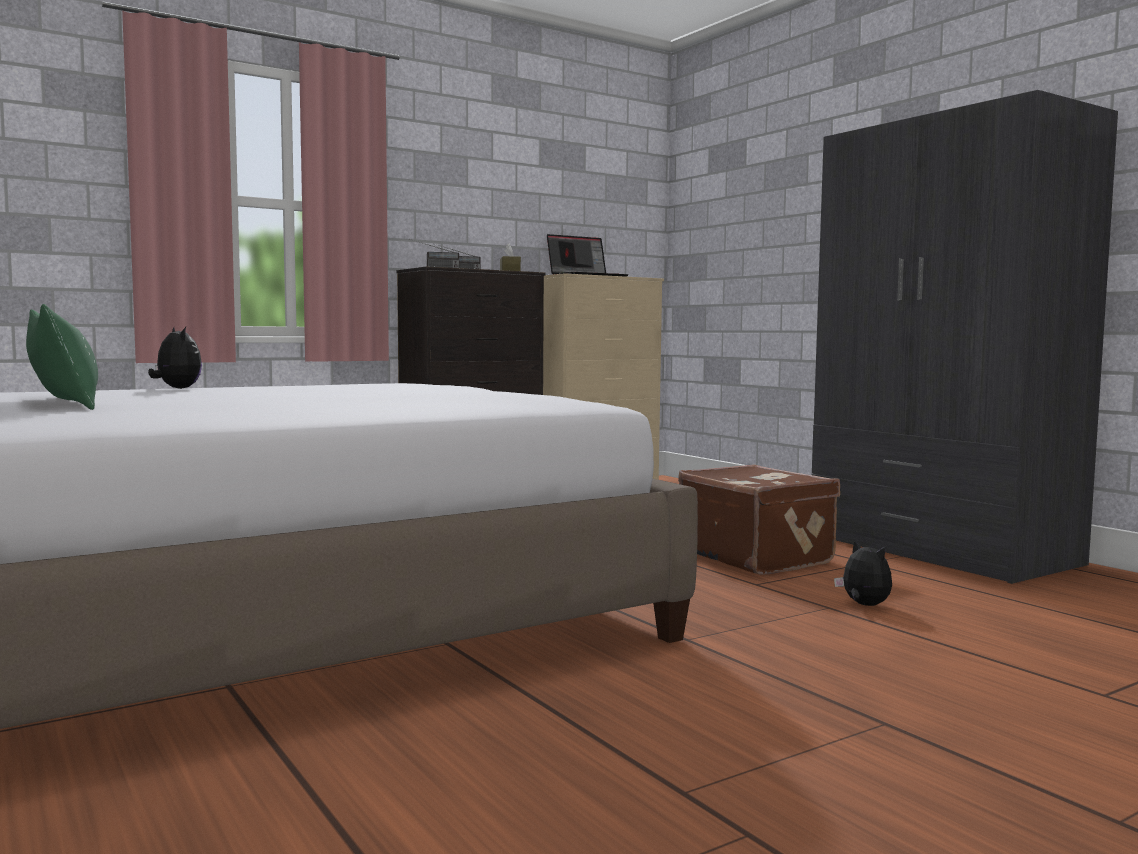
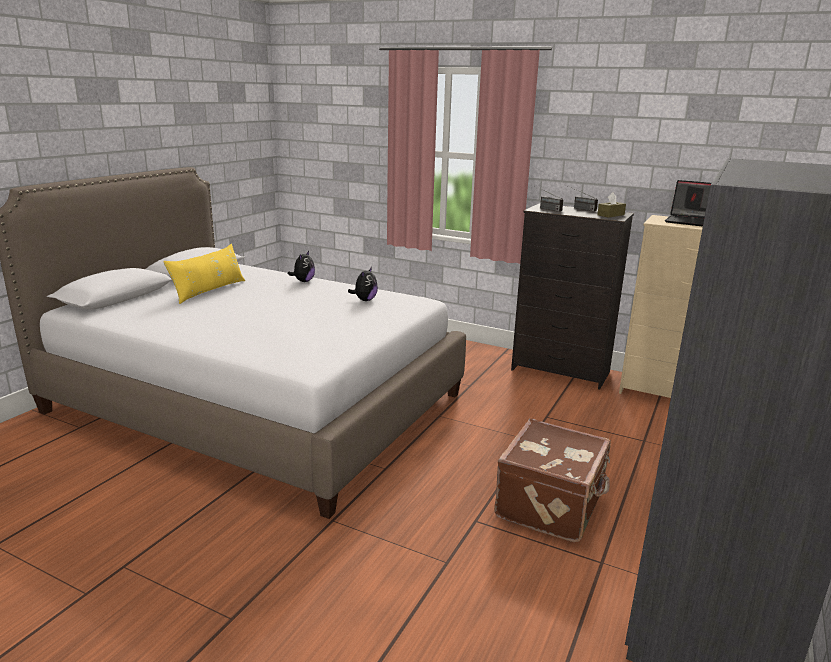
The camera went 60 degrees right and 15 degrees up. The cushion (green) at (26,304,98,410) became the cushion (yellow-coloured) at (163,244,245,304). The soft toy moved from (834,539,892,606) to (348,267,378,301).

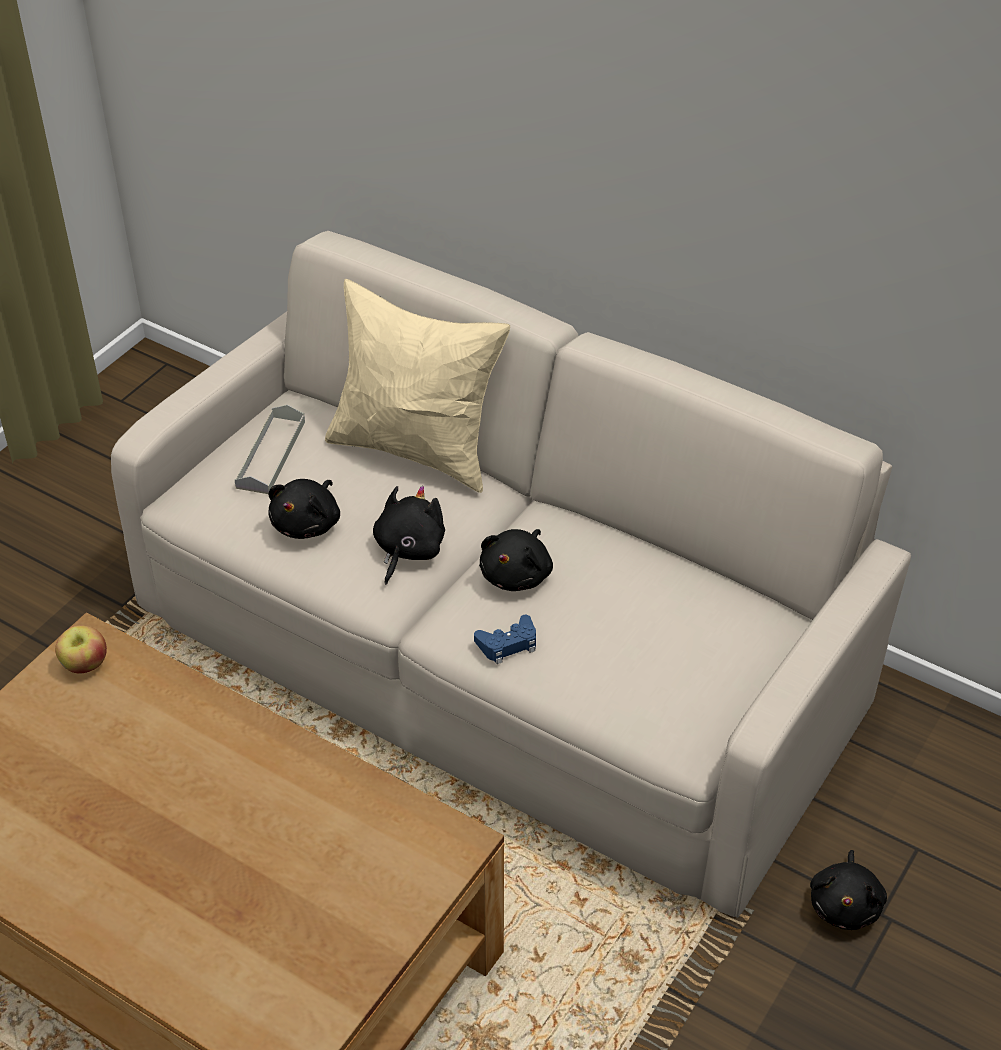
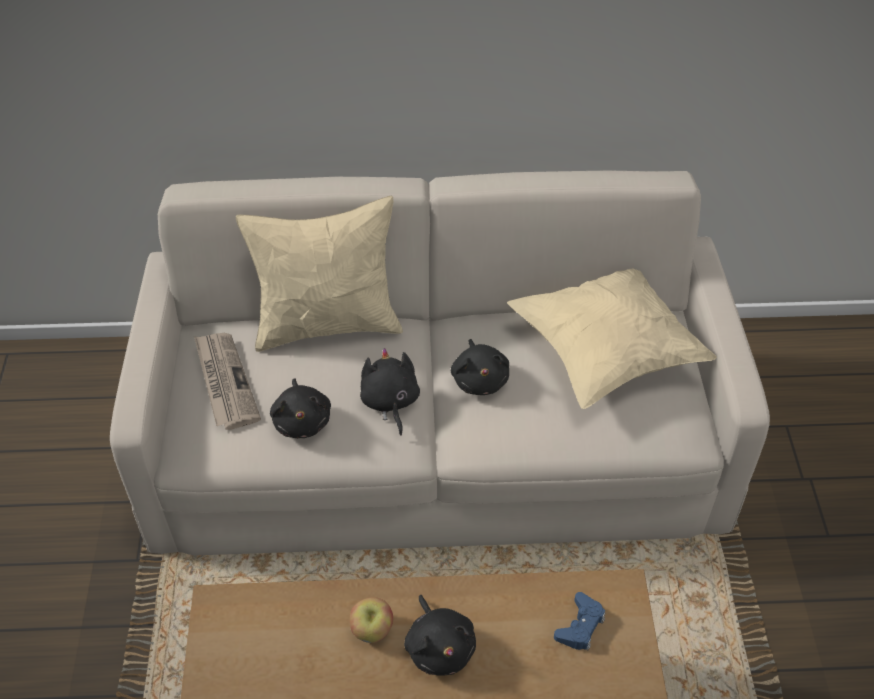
The camera went 35 degrees left and 5 degrees up. The tray (gray) at (235,405,305,494) was replaced by the newspaper at (194,333,261,430). The apple fruit moved from (55,625,107,673) to (350,597,393,643). The soft toy (black) moved from (810,850,887,930) to (404,595,476,676). The cushion (sand-coloured) at (507,269,717,409) appeared. The game controller (blue) moved from (474,615,536,664) to (554,592,605,650).

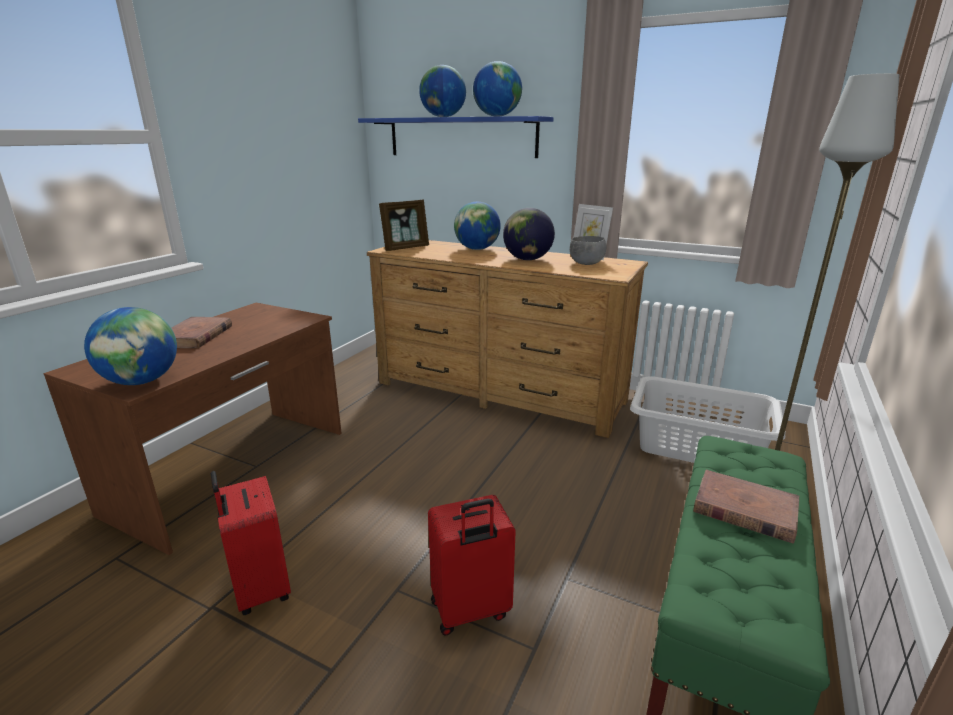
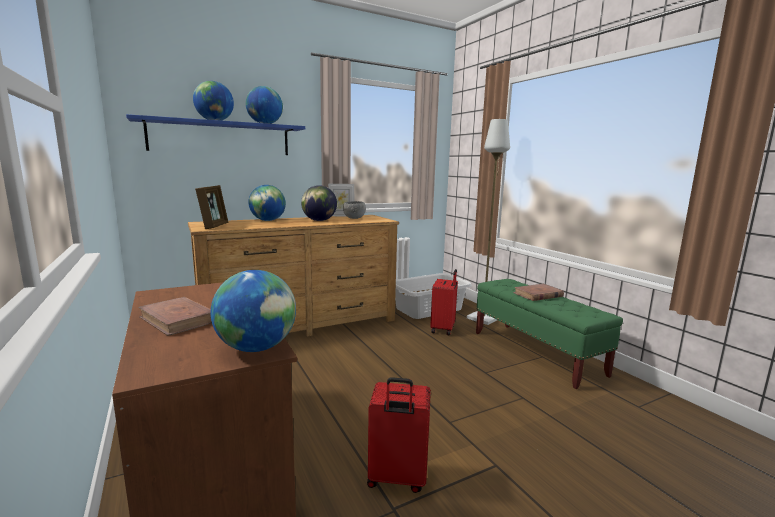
The camera went 55 degrees left and 10 degrees down. The suitcase (red-coloured) moved from (428,495,516,635) to (430,269,458,335).

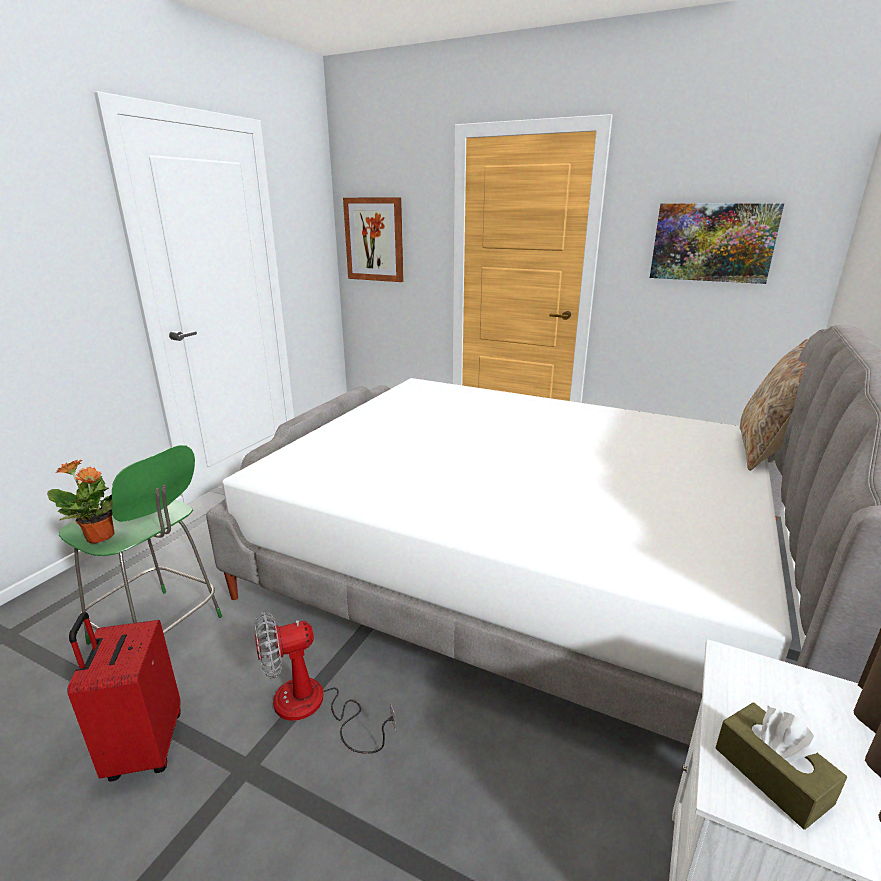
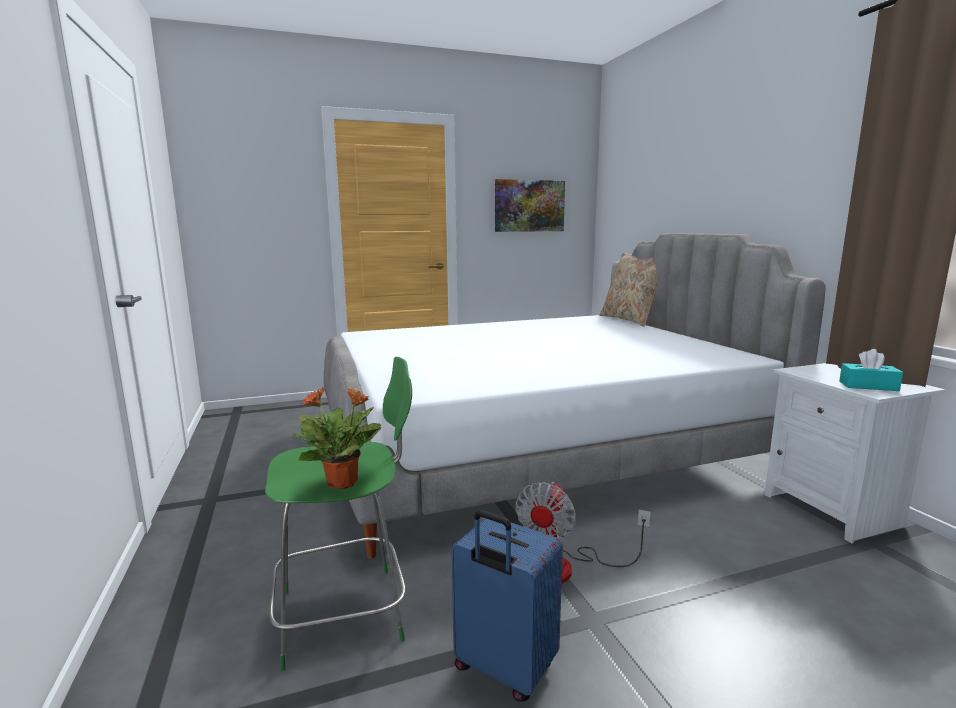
The camera went 45 degrees left and 10 degrees down. The suitcase (red-coloured) at (67,612,181,782) became the suitcase (blue) at (451,510,563,702). The box of tissues (brown) at (716,703,847,830) became the box of tissues (turquoise-coloured) at (839,349,903,391). The wall art at (343,197,404,282) disappeared.

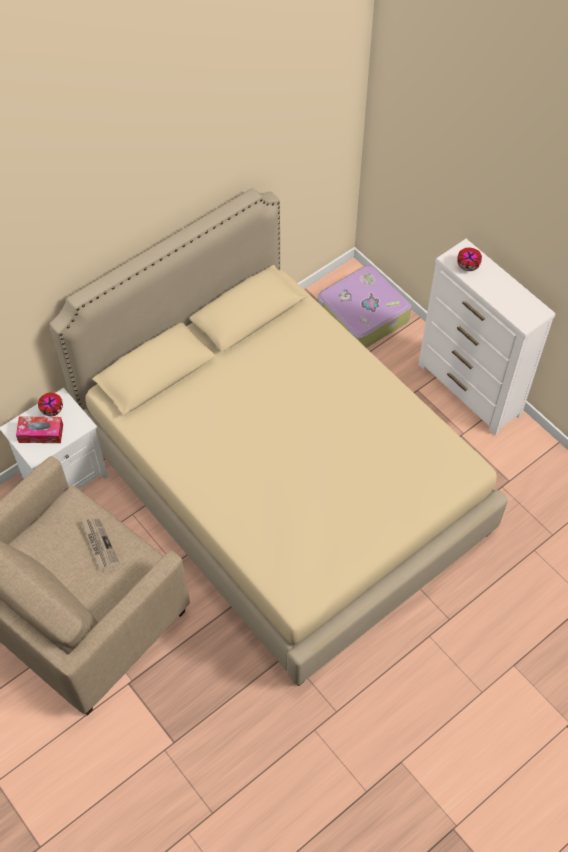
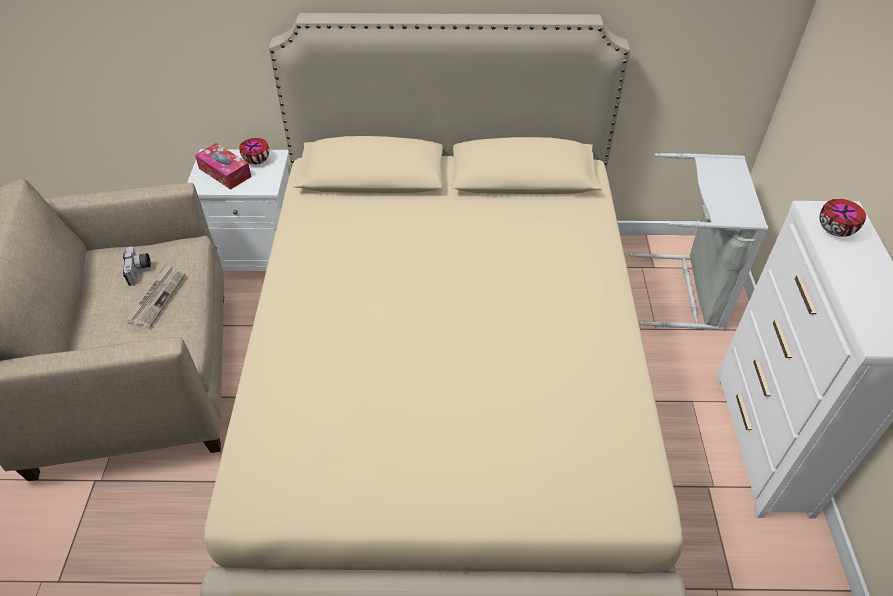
The camera went 40 degrees right and 10 degrees down. The still camera at (123,247,151,286) appeared. The suitcase at (318,265,411,348) was replaced by the laundry basket (gray) at (629,153,768,330).

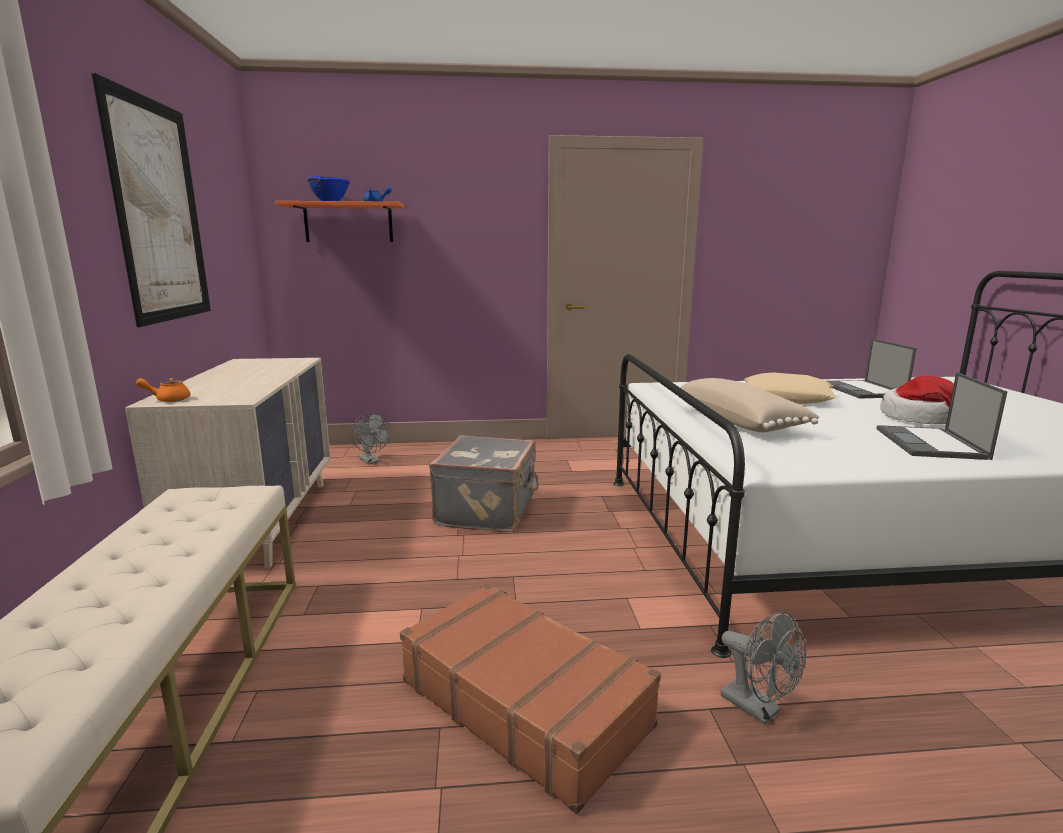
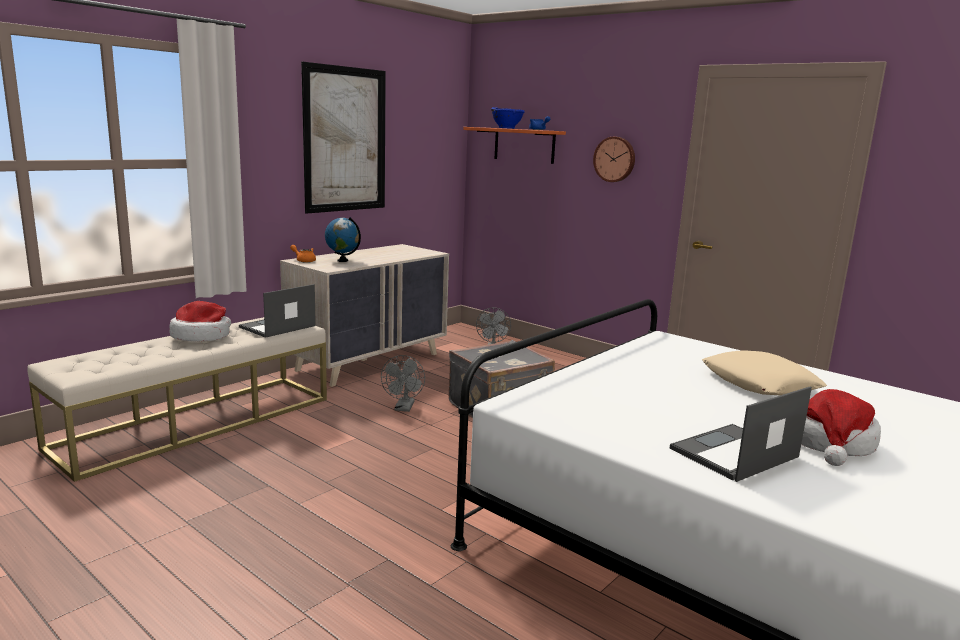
The camera went 45 degrees right and 0 degrees up. The hat at (169,301,231,341) appeared. The laptop moved from (826,338,916,399) to (239,284,316,338). The desk globe at (325,217,361,262) appeared. The fan (gray) moved from (721,611,806,724) to (381,355,425,412). The wall clock at (593,137,635,182) appeared. The suitcase (brown) at (400,583,661,814) disappeared. The cushion (sand-coloured) at (680,378,820,432) disappeared.

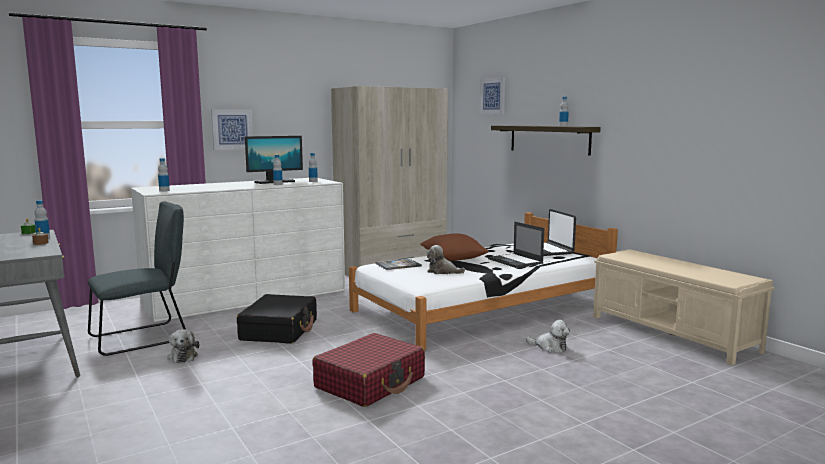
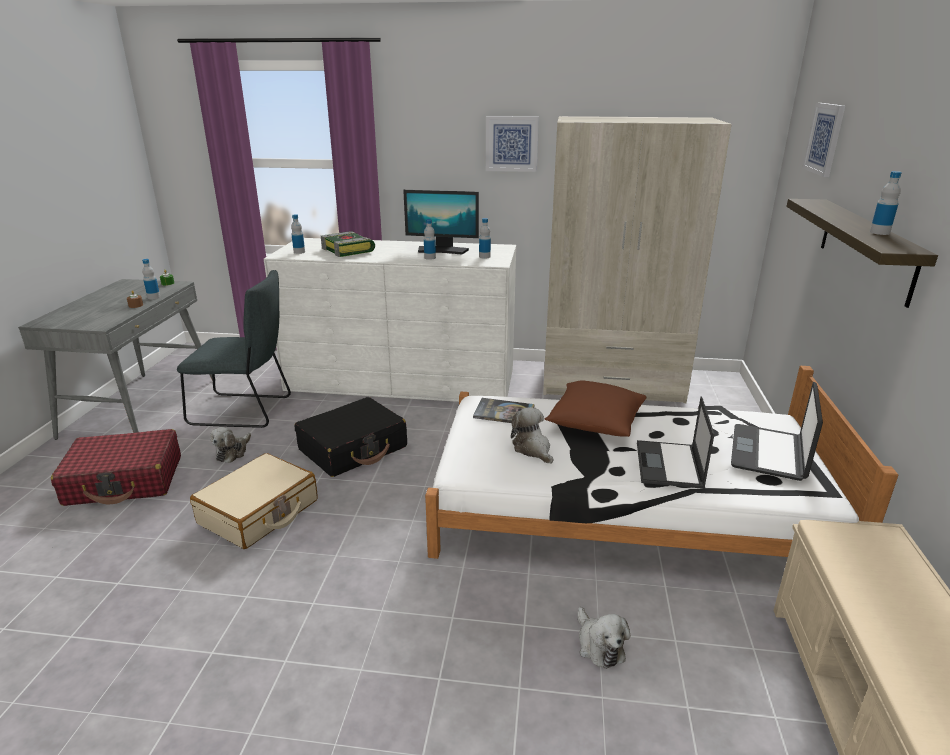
The camera went 40 degrees right and 15 degrees up. The suitcase (red-coloured) moved from (312,333,425,407) to (51,429,181,506). The suitcase (sand-coloured) at (190,453,318,549) appeared. The bound book at (321,231,375,257) appeared. The wall art moved from (211,109,253,150) to (486,116,539,172).

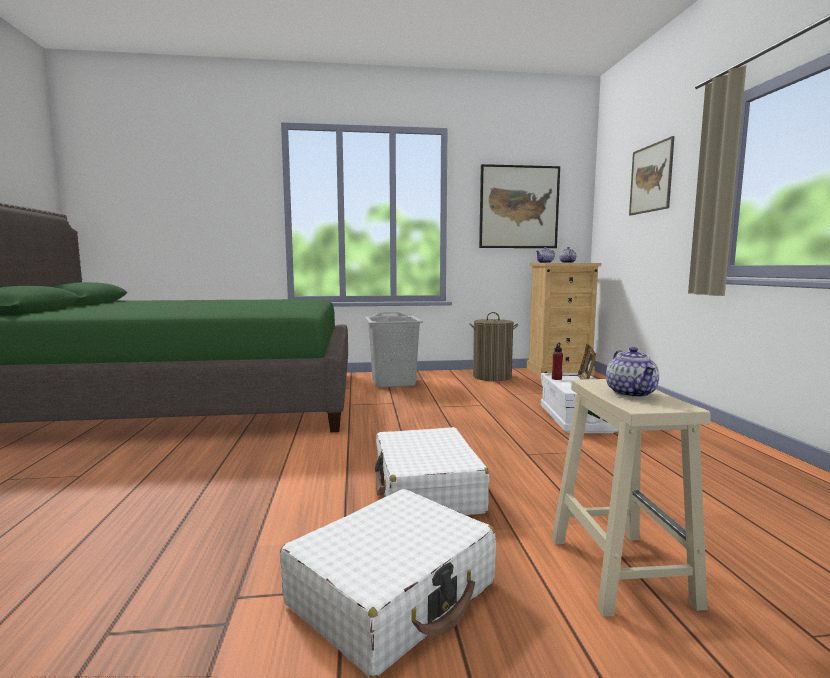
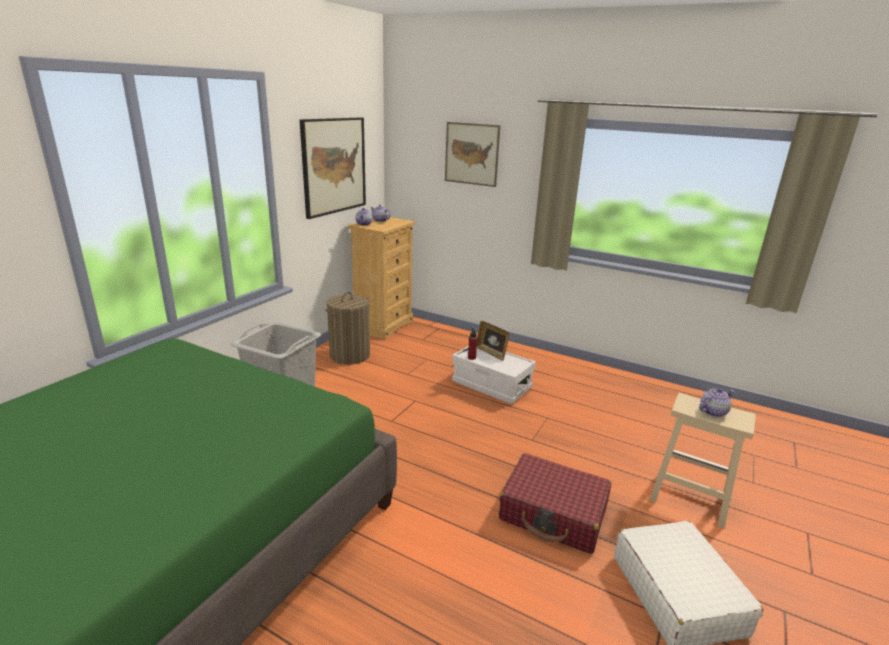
The camera went 55 degrees left and 15 degrees up. The suitcase (whitish) at (375,427,490,515) became the suitcase (red-coloured) at (499,453,612,554). The tea pot at (606,347,659,398) turned 60 degrees counterclockwise.

